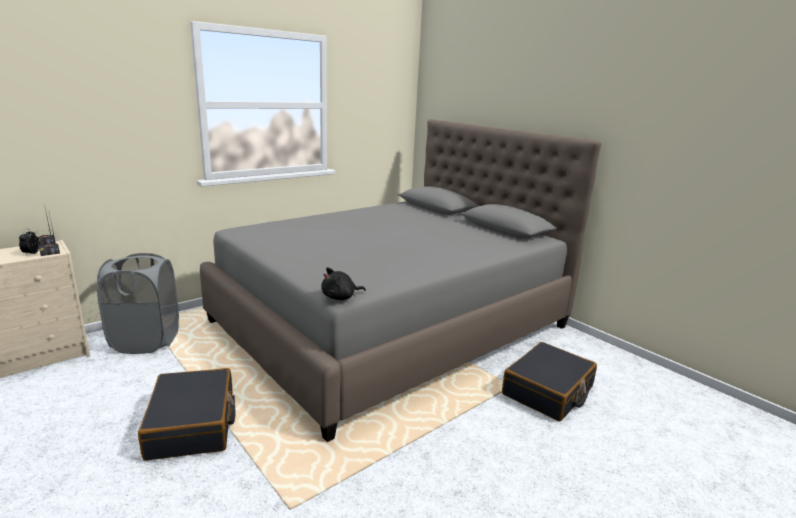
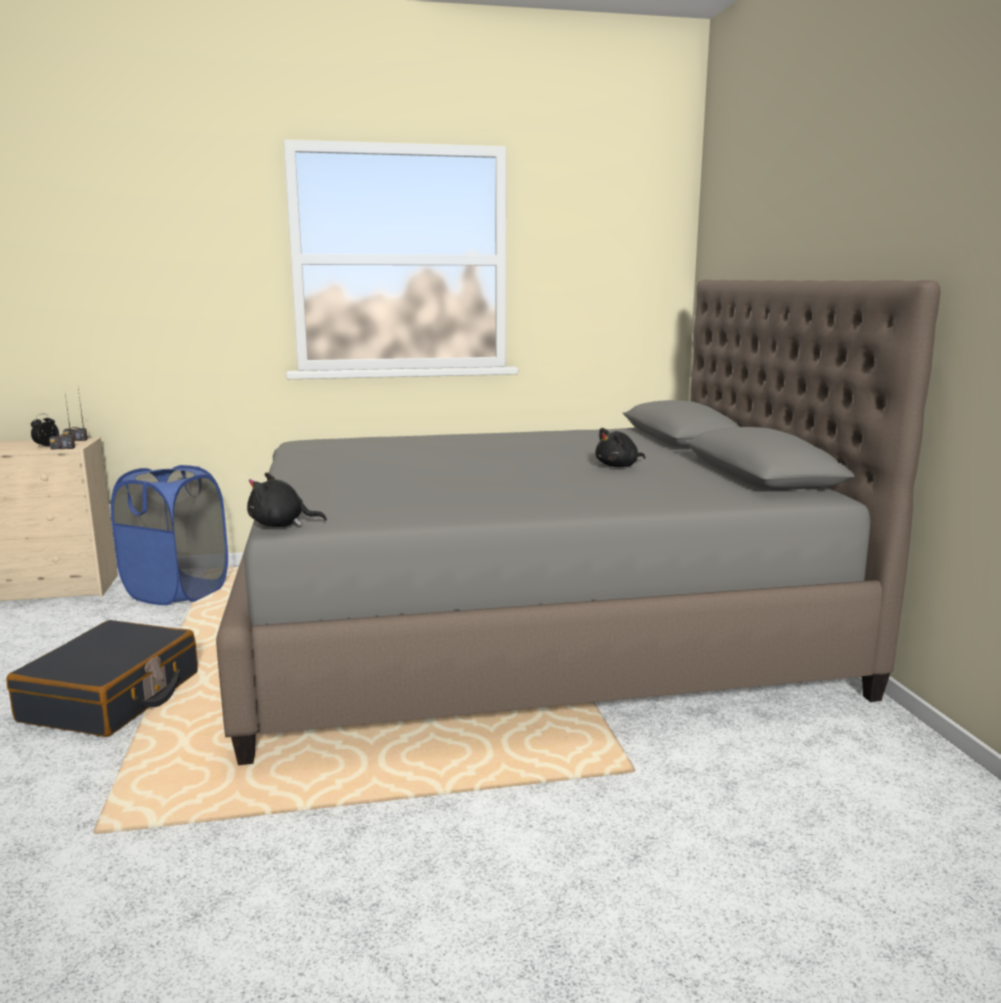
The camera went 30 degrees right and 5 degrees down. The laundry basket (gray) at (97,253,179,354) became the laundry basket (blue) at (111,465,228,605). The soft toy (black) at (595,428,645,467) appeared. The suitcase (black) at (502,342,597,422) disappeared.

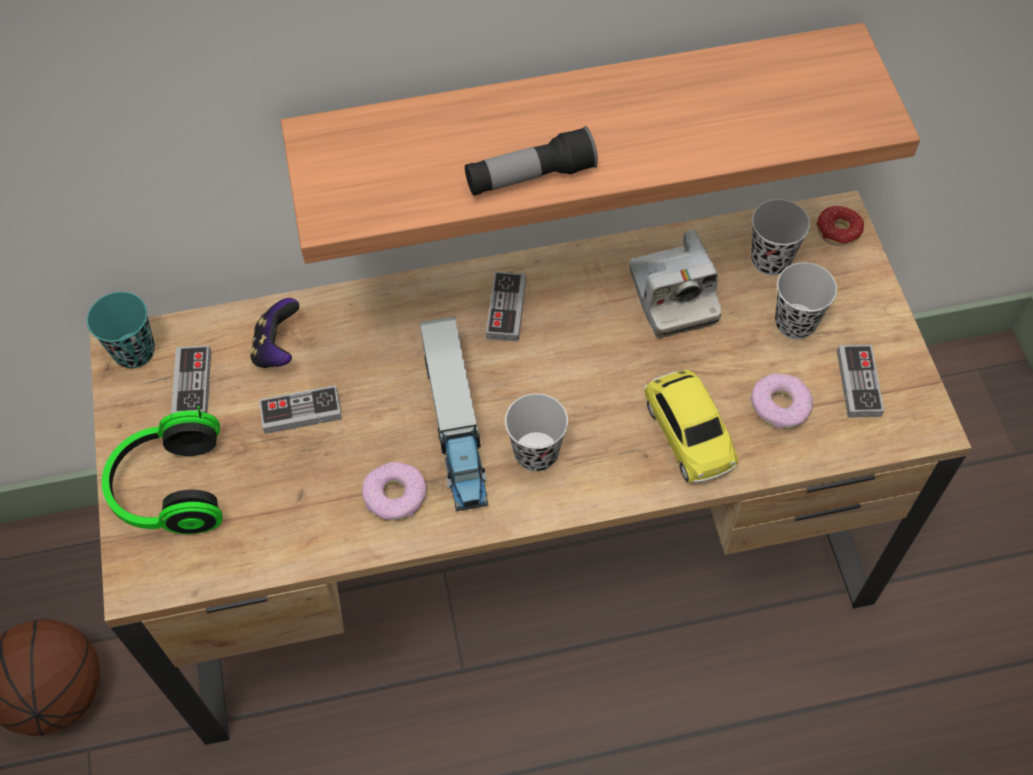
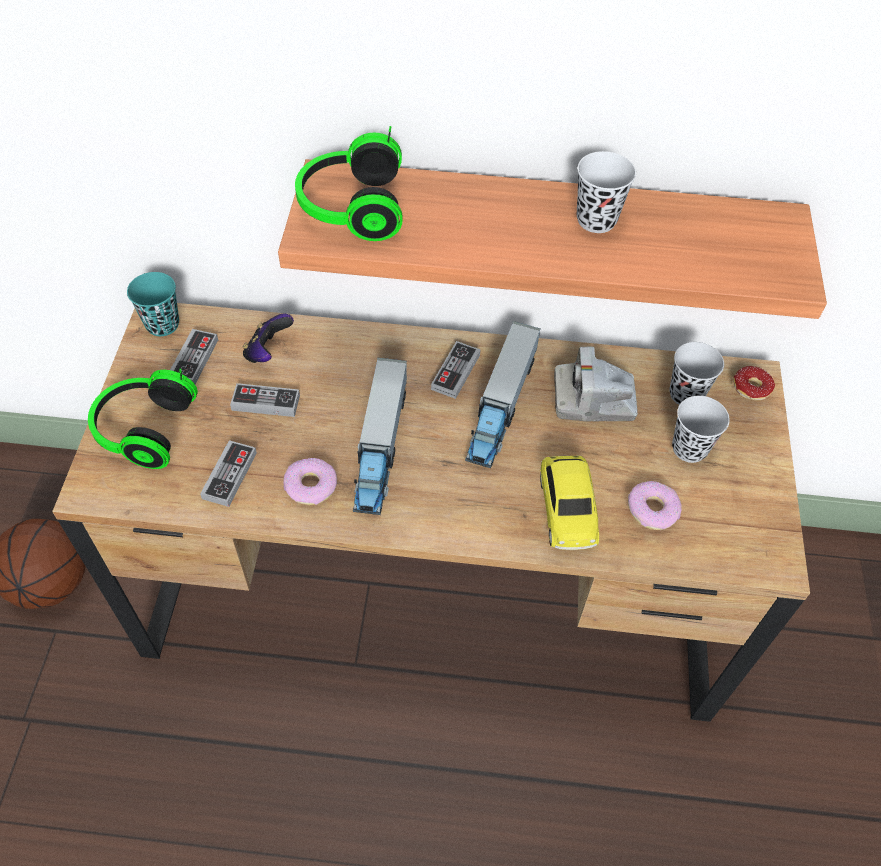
The camera went 15 degrees right and 5 degrees down. The game controller moved from (837,345,884,417) to (200,440,257,507). The headset at (295,126,403,241) appeared. The toy truck at (465,321,540,468) appeared. The still camera at (629,230,721,338) turned 90 degrees clockwise. The small cup (black) moved from (505,393,568,472) to (577,151,636,233). The hand torch at (465,126,598,196) disappeared.

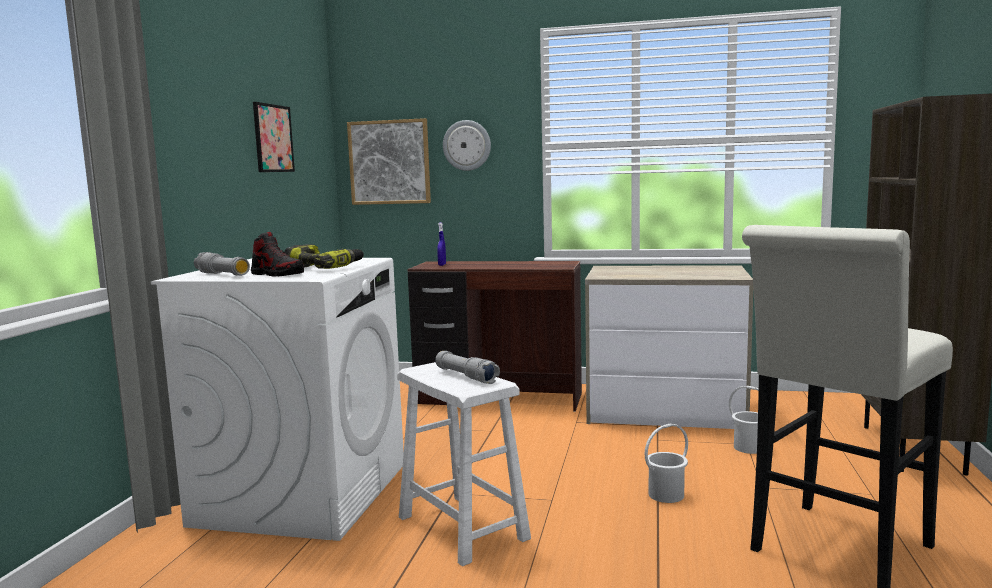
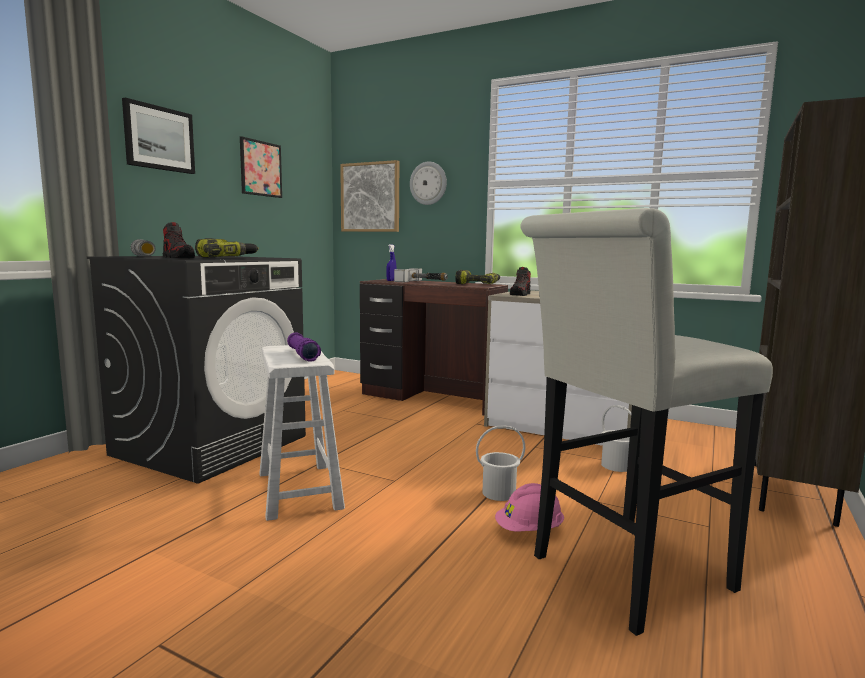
The camera went 15 degrees right and 0 degrees up. The laundry appliance (whitish) at (151,258,404,541) became the laundry appliance (black) at (87,256,306,484). The wall art at (122,98,195,174) appeared. The hand torch (gray) at (435,351,500,384) became the hand torch (purple-coloured) at (287,332,321,362). The hand hammer at (394,268,448,282) appeared. The power drill at (455,270,500,284) appeared. The work helmet (pinkish) at (495,483,564,532) appeared. The shoe at (510,267,531,296) appeared.

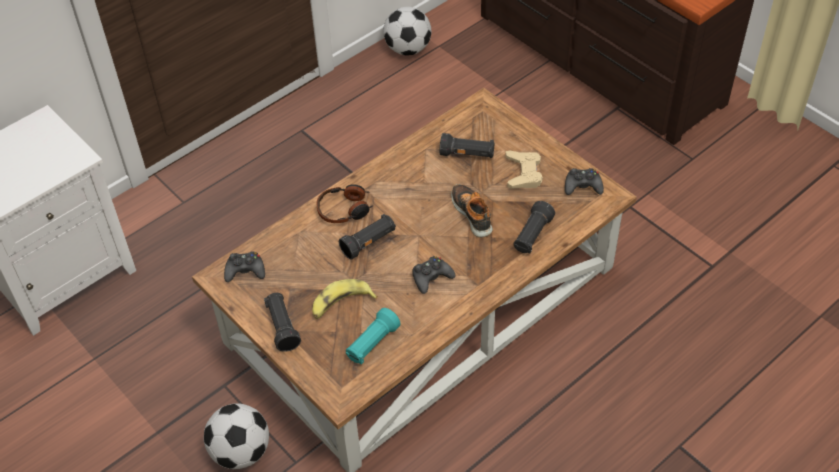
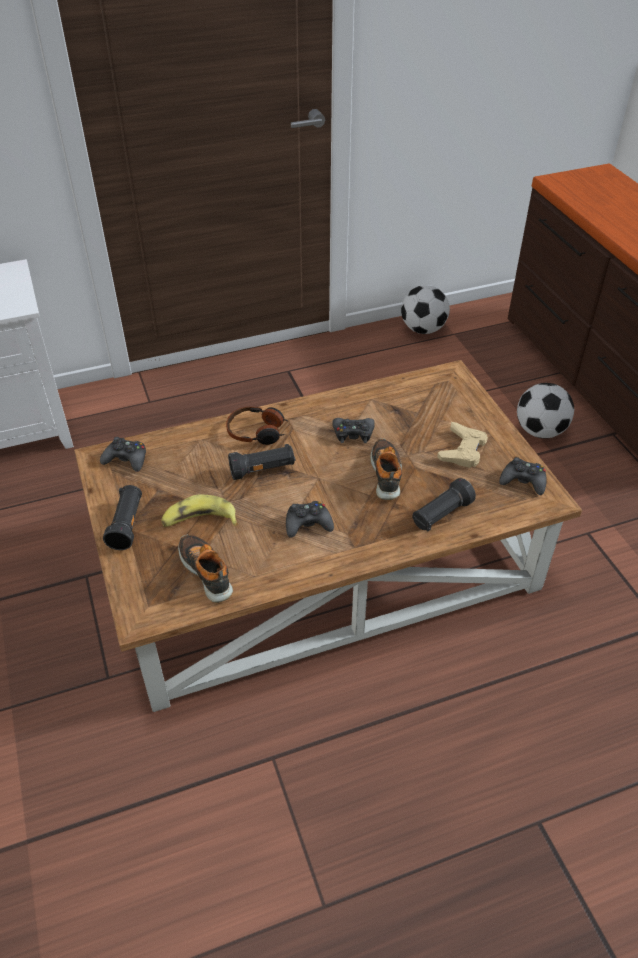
The camera went 20 degrees right and 5 degrees down. The hand torch (turquoise-coloured) at (346,308,400,364) was replaced by the shoe at (178,535,233,603). The game controller (black) at (332,418,375,443) appeared. The football ball moved from (204,403,269,469) to (517,383,574,438). The hand torch (black) at (439,133,494,158) disappeared.

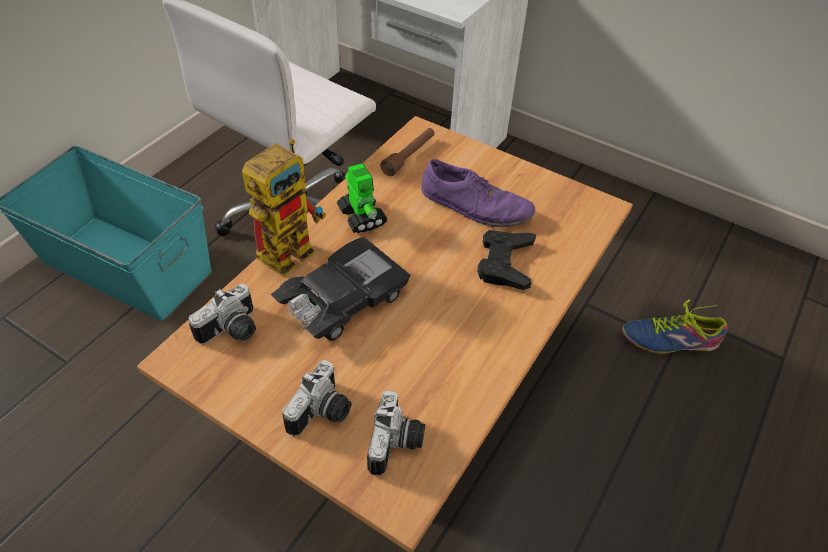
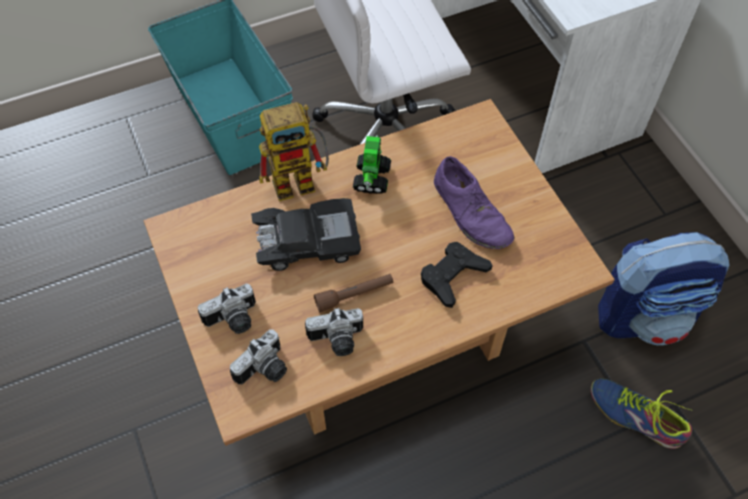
The camera went 35 degrees right and 10 degrees up. The still camera moved from (188,284,256,344) to (305,308,363,356). The hand torch (brown) moved from (380,128,435,176) to (314,274,393,312). The rucksack at (598,232,729,345) appeared.

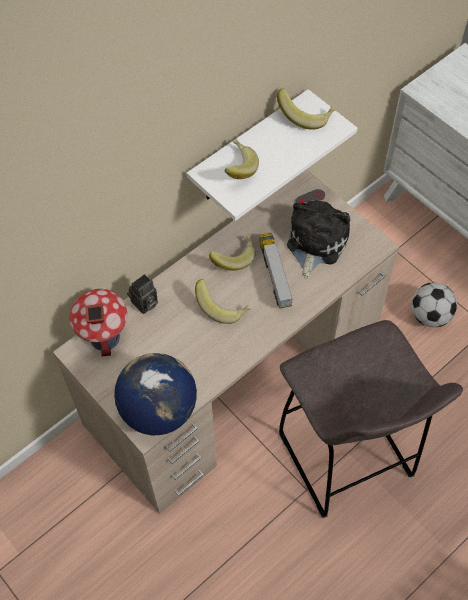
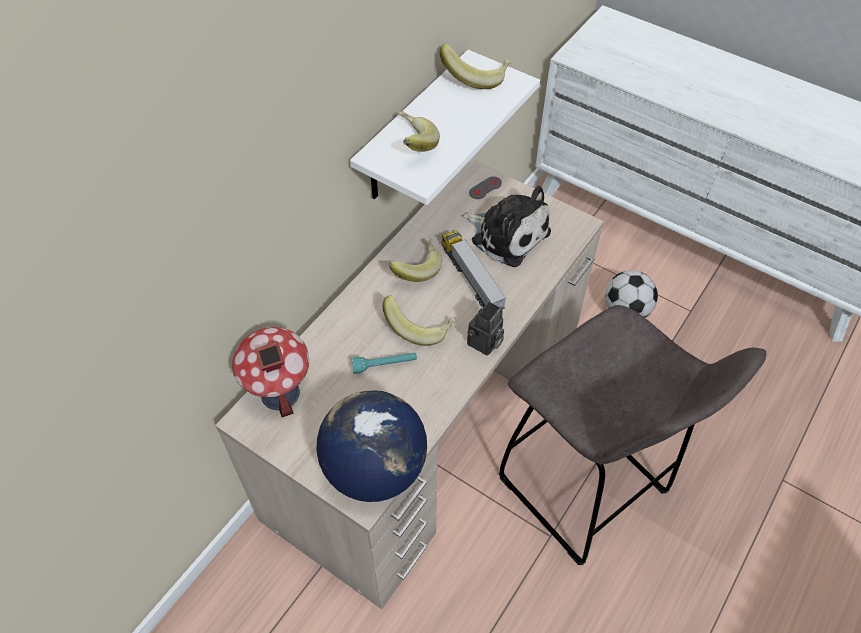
The camera went 15 degrees left and 5 degrees down. The hand torch (turquoise-coloured) at (351,353,417,374) appeared. The soft toy at (287,200,350,278) turned 120 degrees clockwise. The still camera moved from (127,274,158,314) to (467,302,504,356).

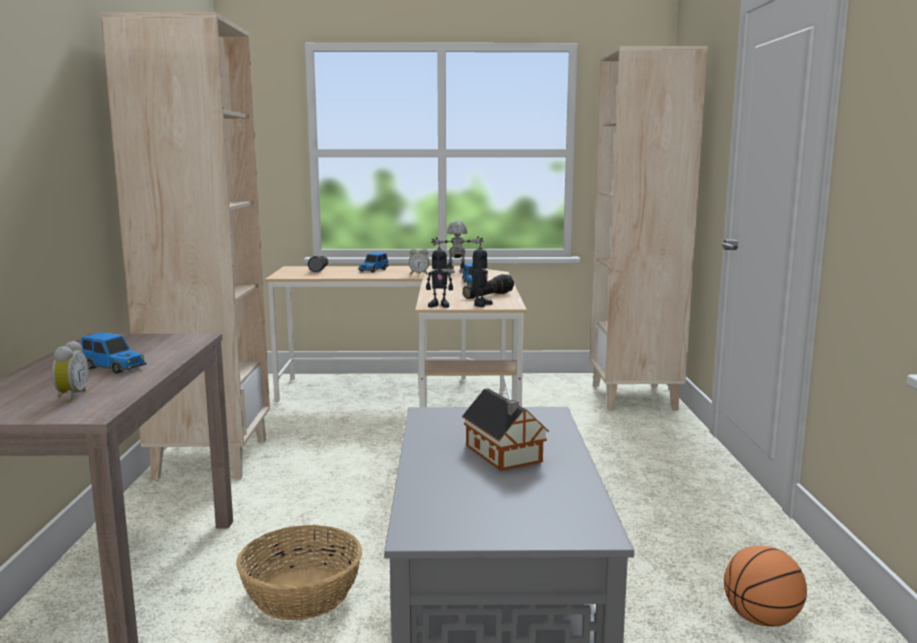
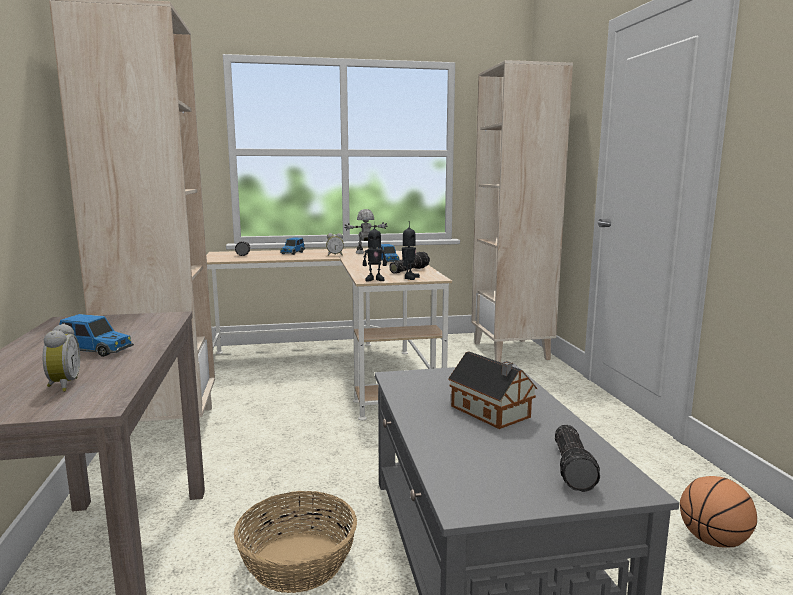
The camera went 10 degrees left and 0 degrees up. The hand torch at (555,425,600,492) appeared.

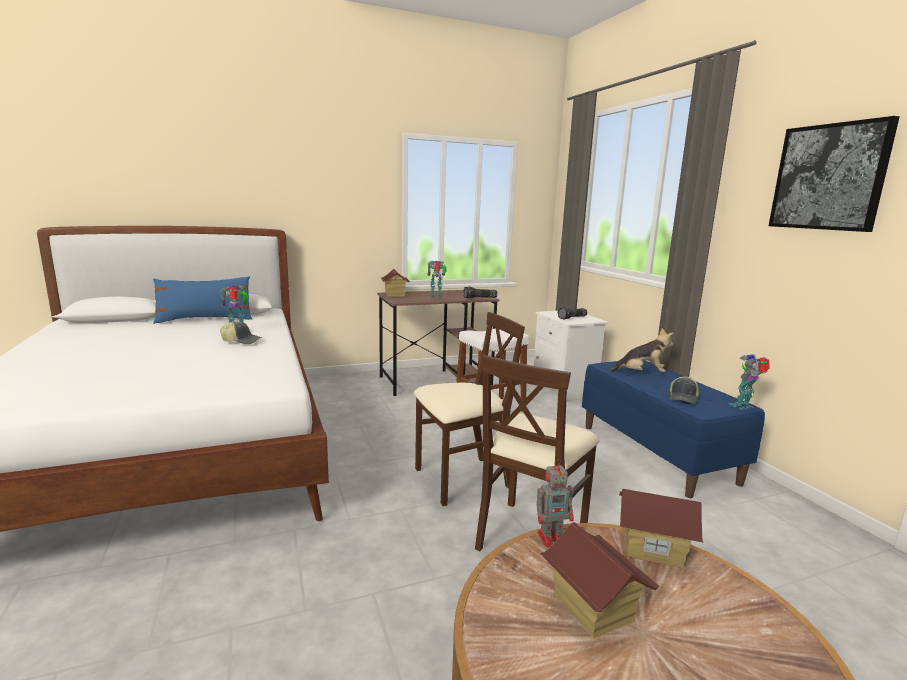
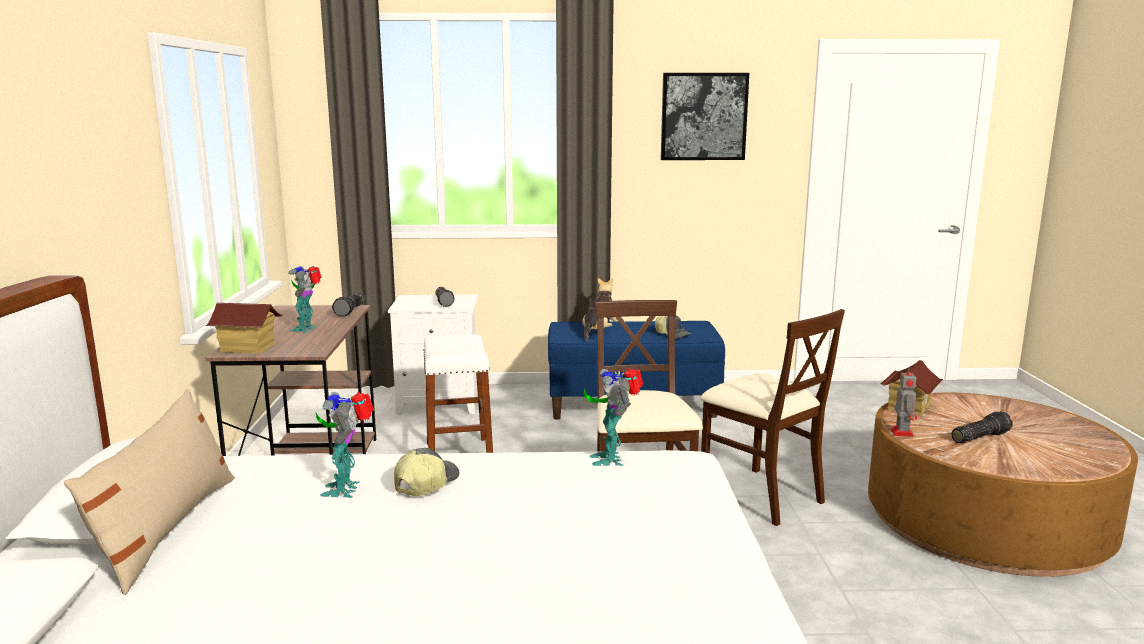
The camera went 70 degrees left and 0 degrees up. The cushion (blue) at (153,276,252,324) became the cushion (sand-coloured) at (64,389,235,595). The robot figure moved from (728,354,770,410) to (584,368,643,466). The toy house at (540,522,660,639) was replaced by the hand torch at (951,411,1013,443).

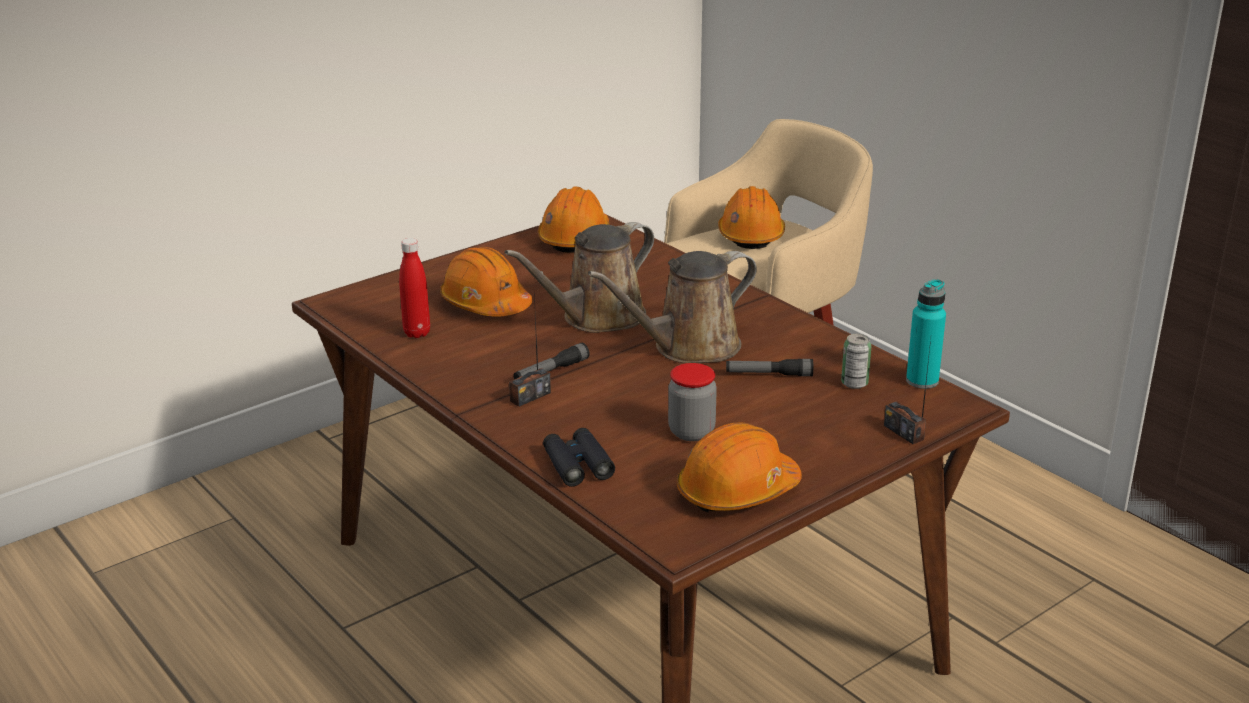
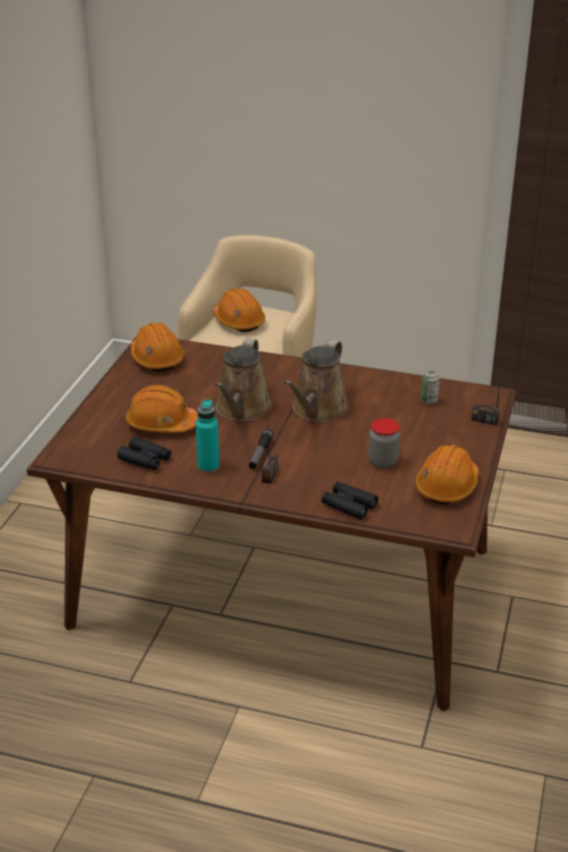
The camera went 35 degrees left and 5 degrees up. The beverage bottle (red-coloured) at (399,238,430,338) was replaced by the pair of binoculars (black) at (117,437,171,471). The beverage bottle (turquoise-coloured) moved from (906,279,946,389) to (195,400,219,473). The hand torch at (726,359,813,376) disappeared.

